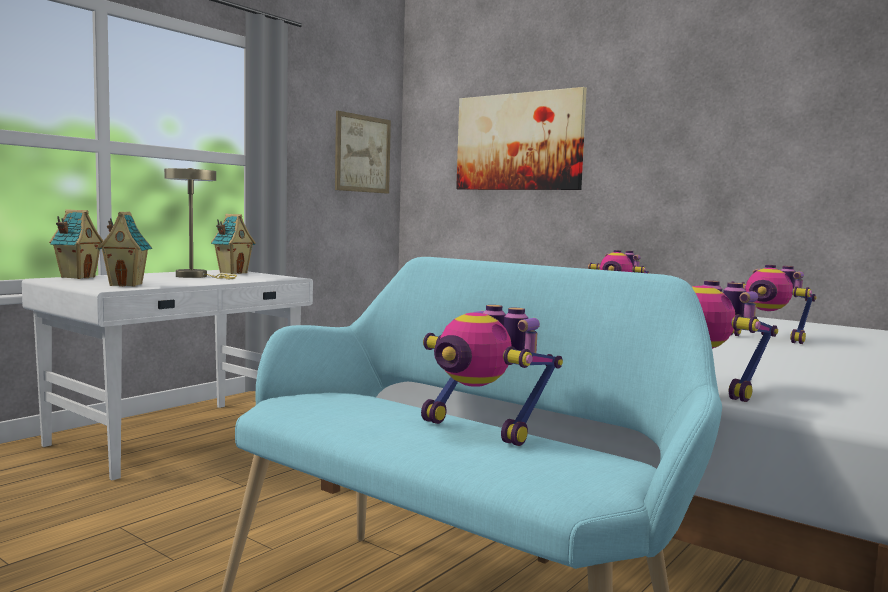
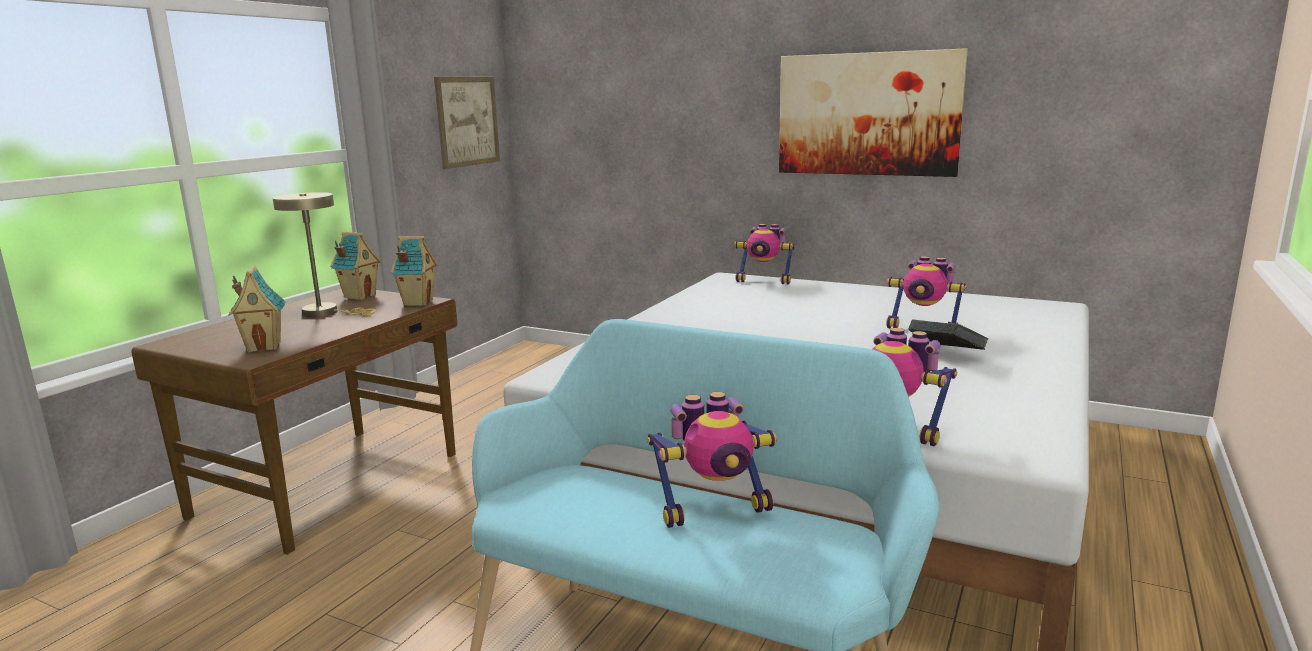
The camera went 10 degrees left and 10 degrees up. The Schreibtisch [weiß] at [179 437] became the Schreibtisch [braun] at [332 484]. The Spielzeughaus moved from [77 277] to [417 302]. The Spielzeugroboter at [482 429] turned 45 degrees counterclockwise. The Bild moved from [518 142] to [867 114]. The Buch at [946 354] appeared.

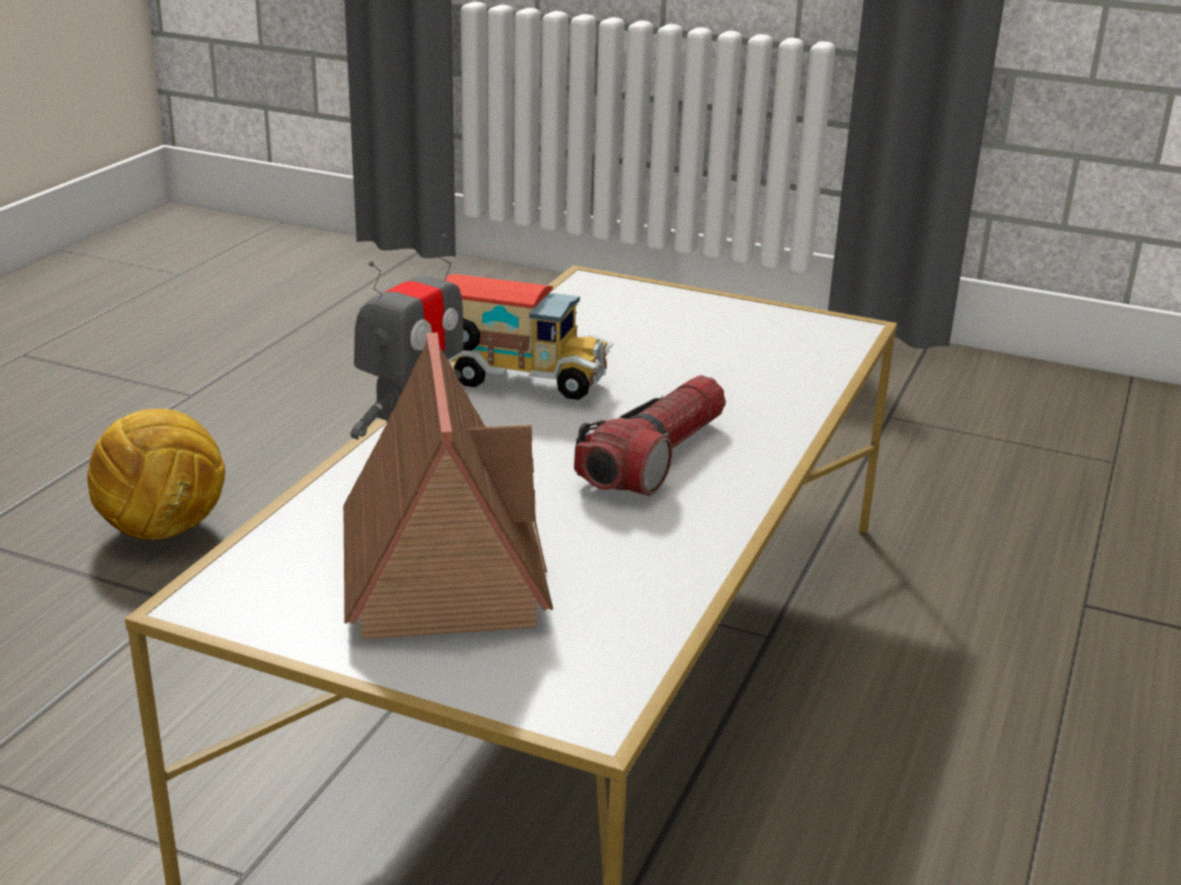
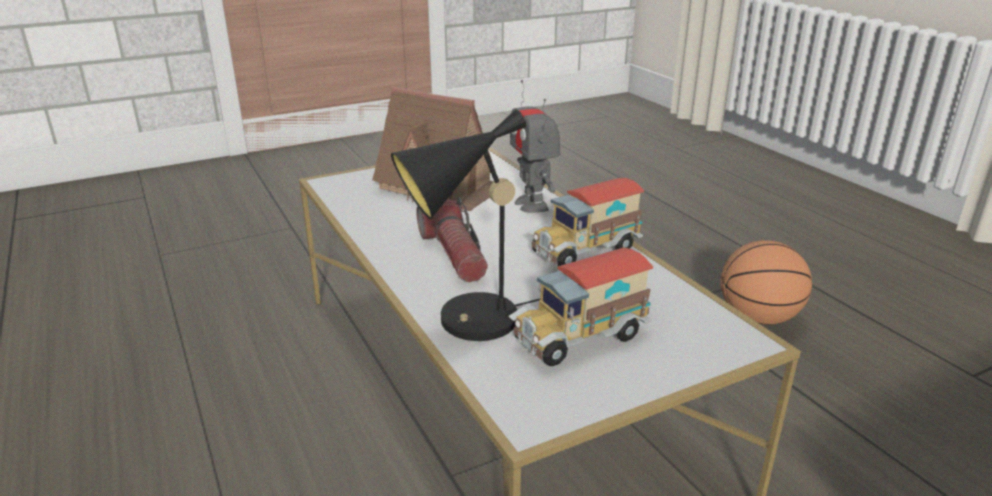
The camera went 130 degrees right and 0 degrees up. The Fußball at [165 529] was replaced by the Basketball at [758 318]. The Tischlampe [schwarz] at [468 323] appeared. The Spielzeuglaster at [579 339] appeared.

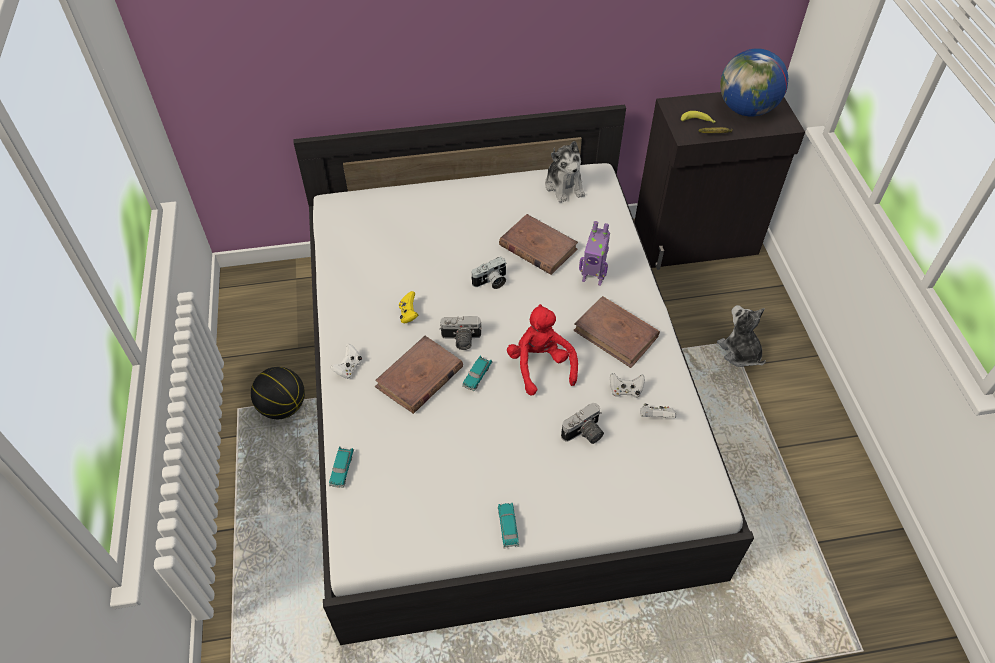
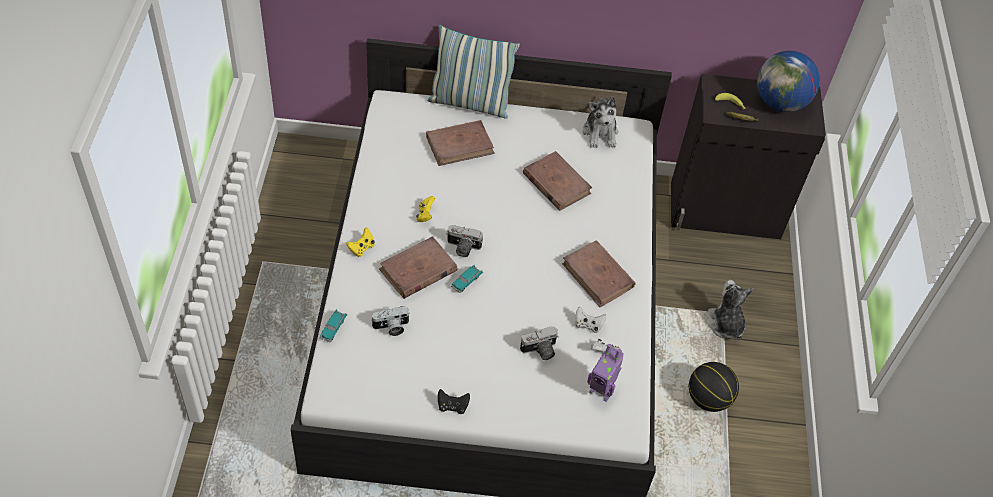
The camera went 10 degrees right and 0 degrees up. The Basketball moved from [283 406] to [708 399]. The Gamepad [weiß] at [348 368] became the Gamepad [gelb] at [361 248]. The Kamera moved from [491 282] to [391 327]. The Spielzeugauto at [508 526] was replaced by the Gamepad [schwarz] at [452 406]. The Plüschtier [rot] at [540 365] disappeared. The Spielzeugroboter moved from [593 278] to [601 391]. The Buch [braun] at [460 145] appeared. The Kissen at [470 103] appeared.

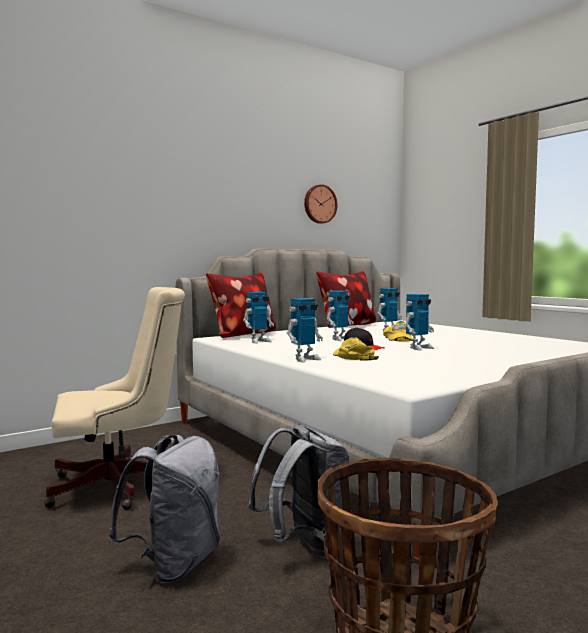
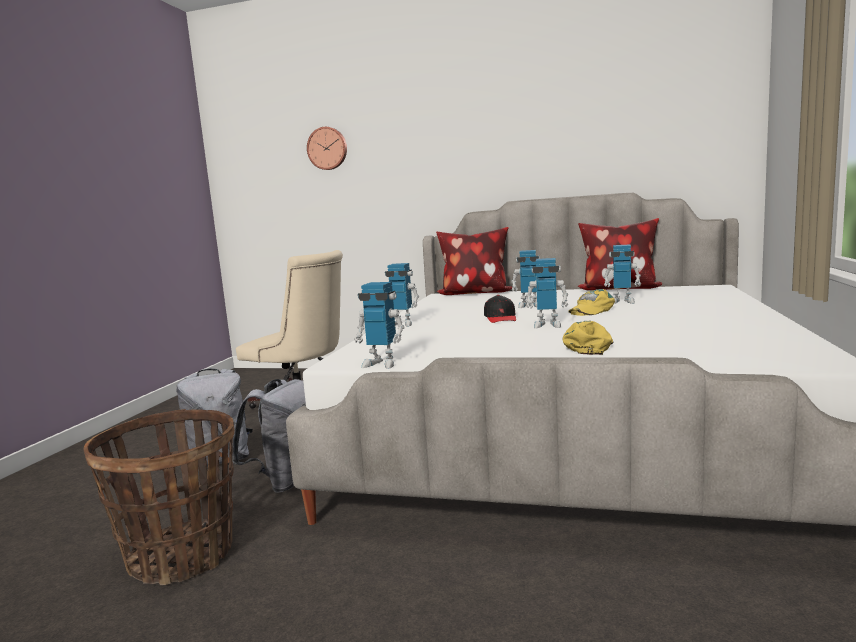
The camera went 50 degrees right and 5 degrees up. The Spielzeugroboter moved from [258 341] to [381 363]. The Wanduhr moved from [319 204] to [327 148]. The Kappe [gelb] moved from [353 356] to [589 346].

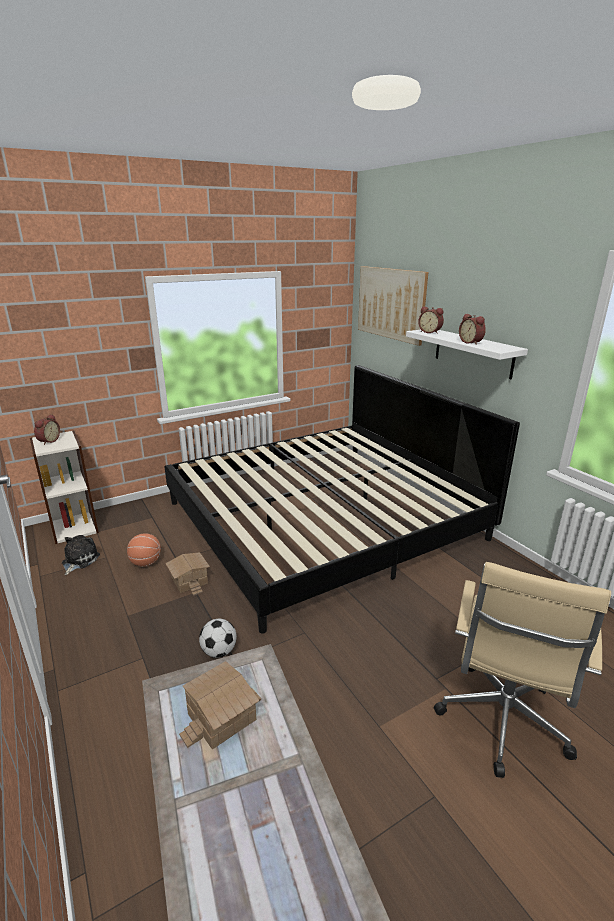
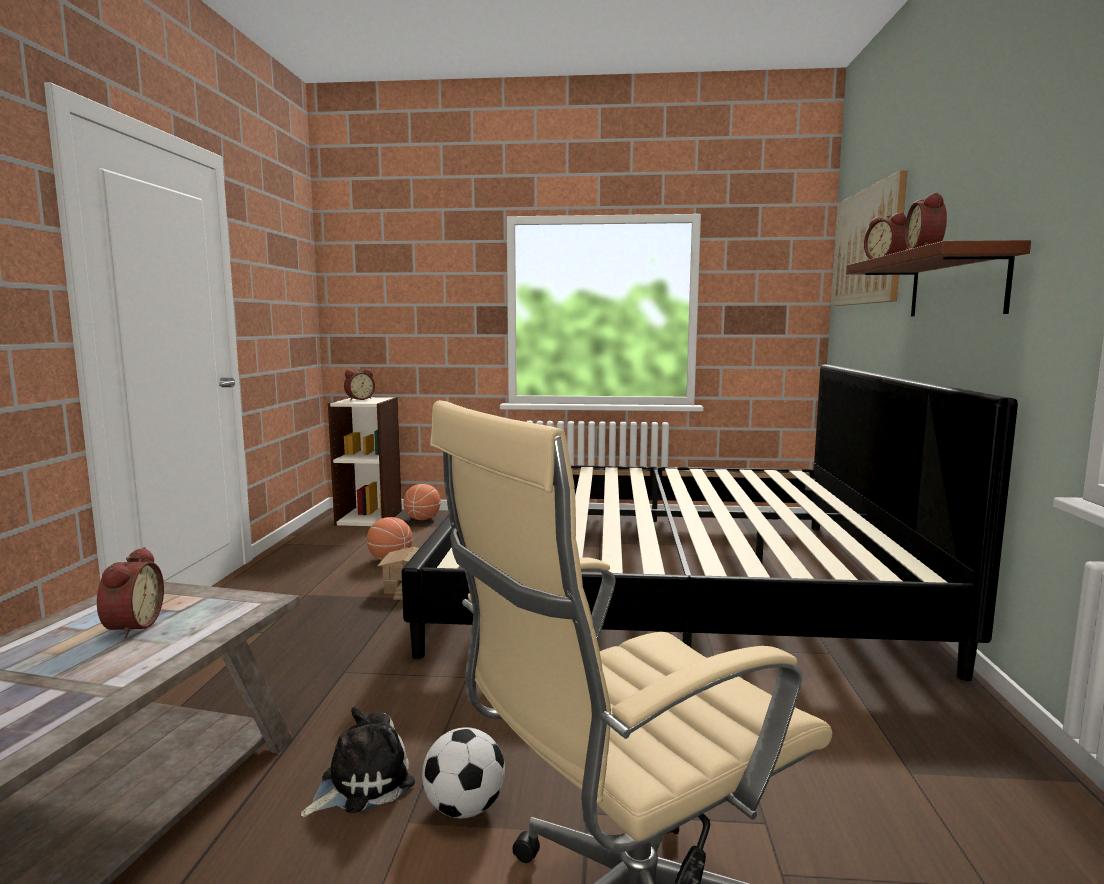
The camera went 35 degrees right and 15 degrees down. The Plüschtier moved from [79 560] to [361 783]. The Spielzeughaus at [221 716] was replaced by the Wecker at [130 626]. The Fußball moved from [219 651] to [464 808]. The Wandregal [weiß] at [473 352] became the Wandregal [braun] at [956 285]. The Basketball at [422 519] appeared.

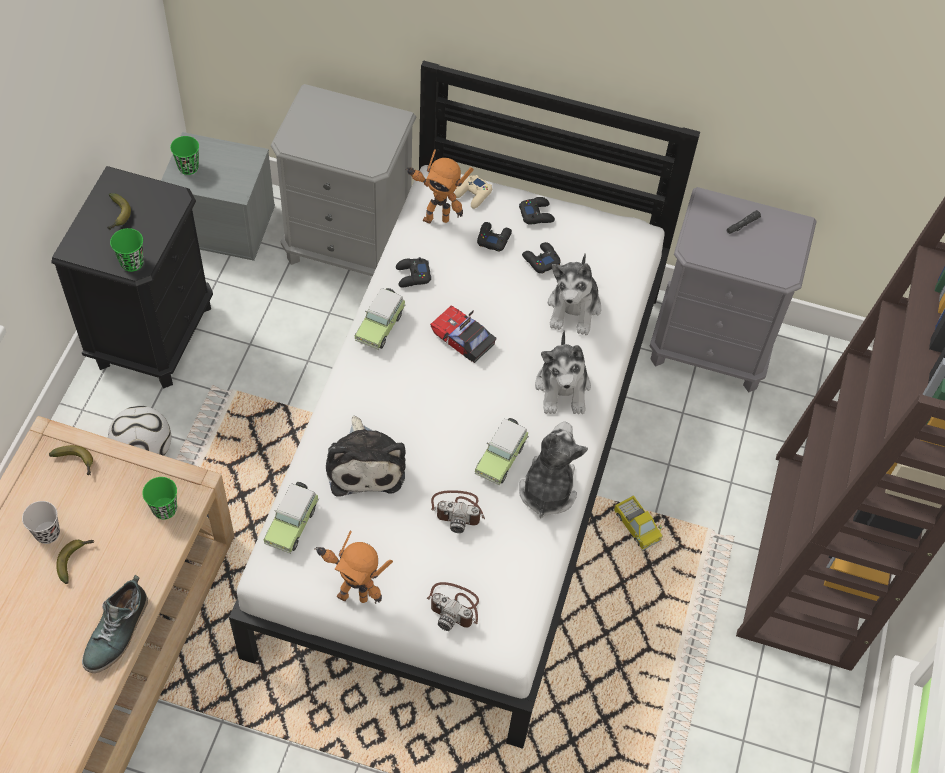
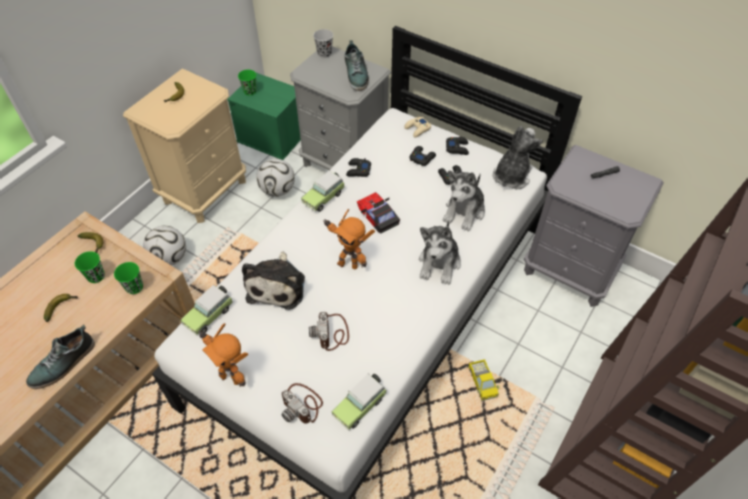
The camera went 20 degrees right and 5 degrees down. The Tasse [schwarz] moved from [47 533] to [324 53]. The Nachttisch [schwarz] at [154 334] became the Nachttisch [beige] at [205 190]. The Tasse [grün] moved from [132 263] to [96 276]. The Aufbewahrungsbox [grau] at [224 223] became the Aufbewahrungsbox [grün] at [273 136]. The Spielzeugroboter moved from [436 217] to [348 263]. The Kamera at [458 510] turned 60 degrees clockwise. The Spielzeugauto moved from [501 457] to [361 405]. The Plüschtier moved from [547 489] to [511 176]. The Fußball at [278 190] appeared. The Schuh at [356 74] appeared.

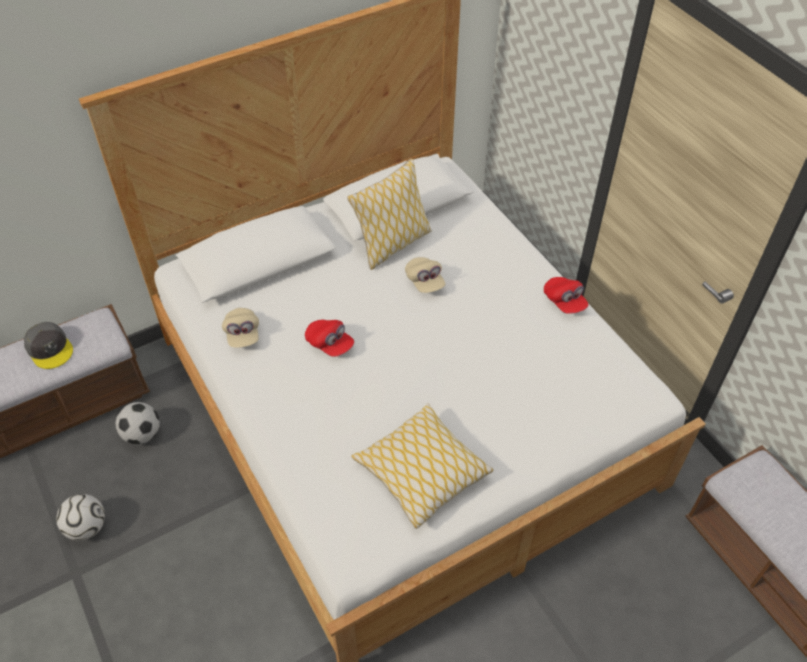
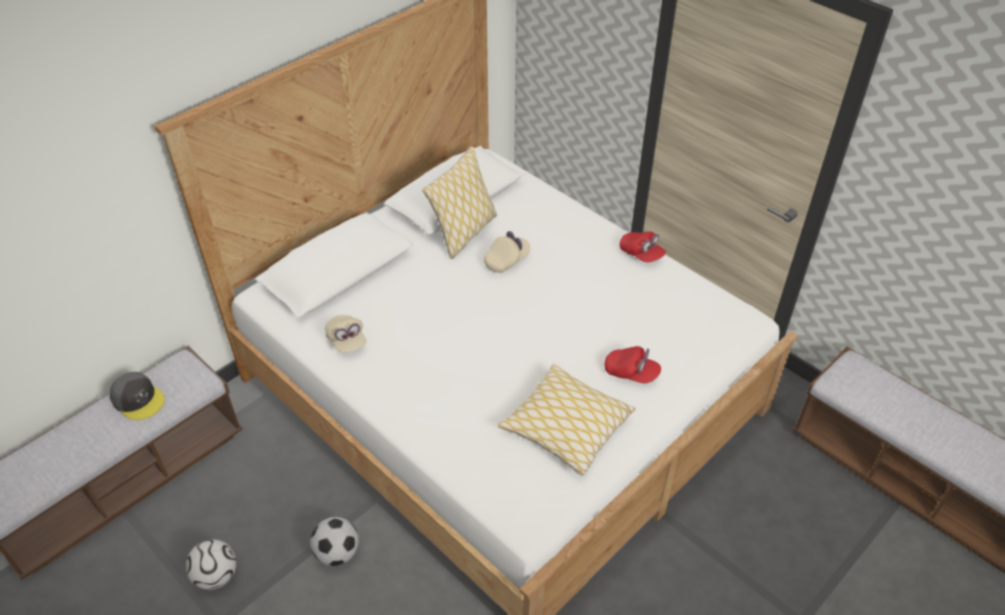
The camera went 15 degrees left and 5 degrees down. The Fußball moved from [142 434] to [337 553]. The Kappe [rot] moved from [330 344] to [631 373]. The Kappe [beige] at [425 282] turned 90 degrees counterclockwise.

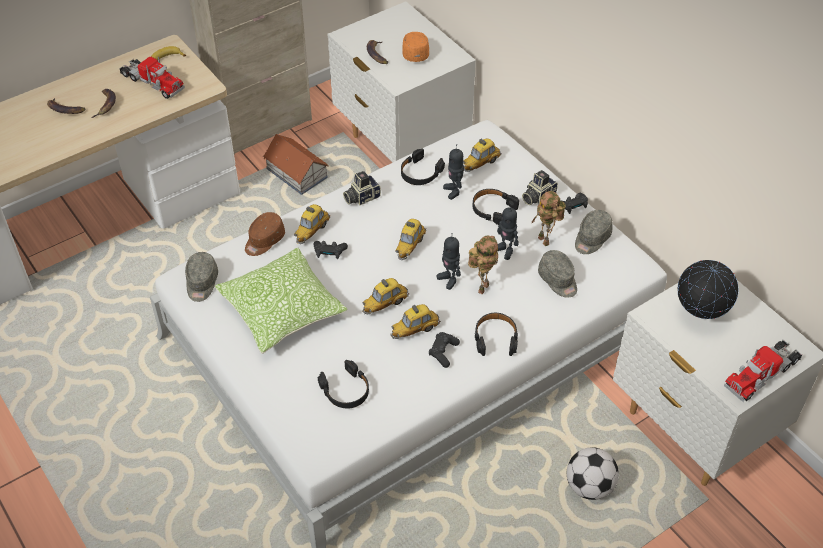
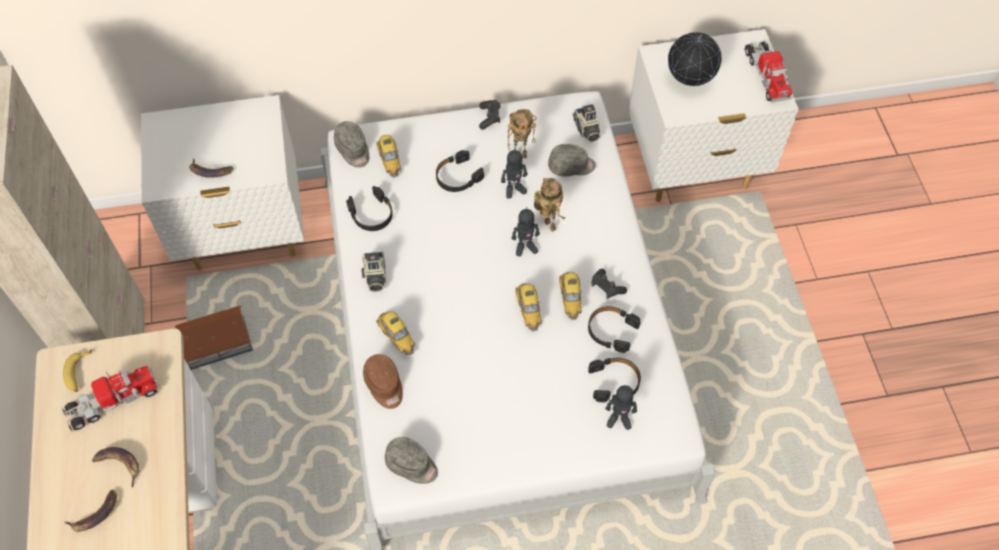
The camera went 65 degrees left and 10 degrees up. The Kissen at [282 310] disappeared. The Gamepad [schwarz] at [329 253] disappeared. The Spielzeugauto at [410 246] disappeared. The Kappe [orange] at [415 52] disappeared. The Spielzeugroboter moved from [454 191] to [619 419]. The Kopfhörer [schwarz] moved from [495 338] to [611 331]. The Kamera moved from [537 196] to [586 130]. The Fußball at [589 486] disappeared. The Kappe [grau] moved from [591 239] to [353 150].

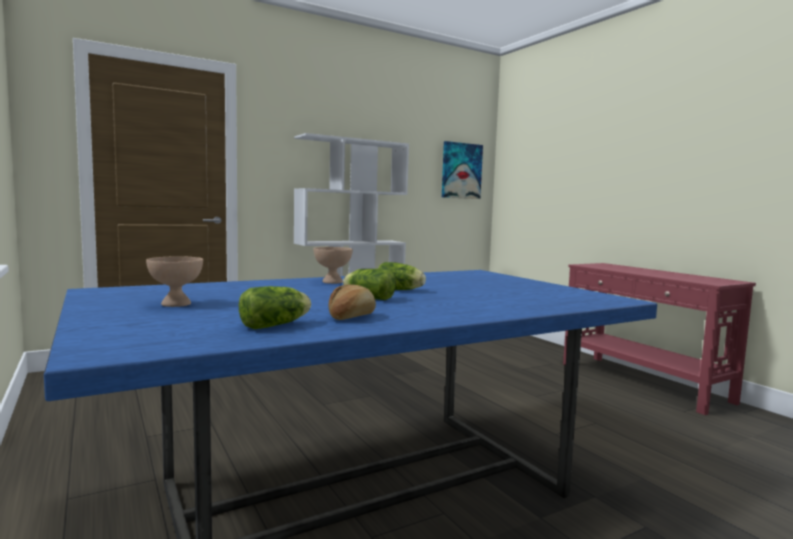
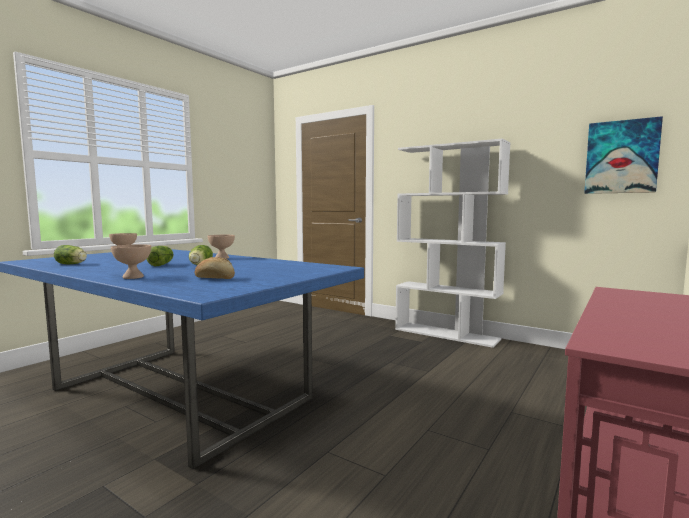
The camera went 65 degrees right and 0 degrees up. The Brot moved from [351 317] to [215 278]. The Schüssel [beige] at [132 277] appeared.

